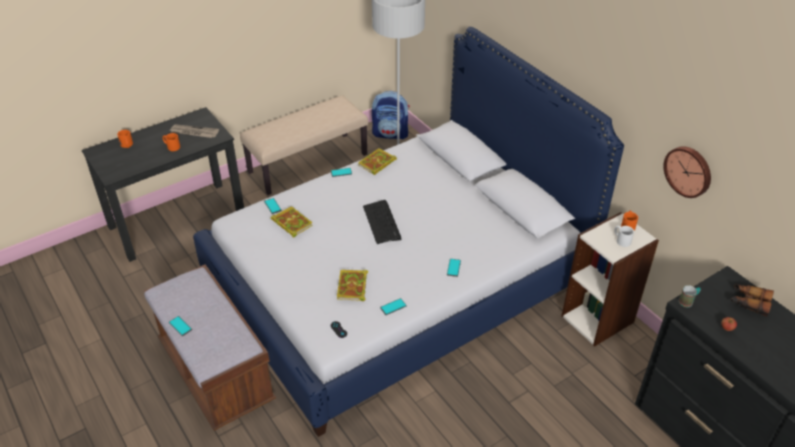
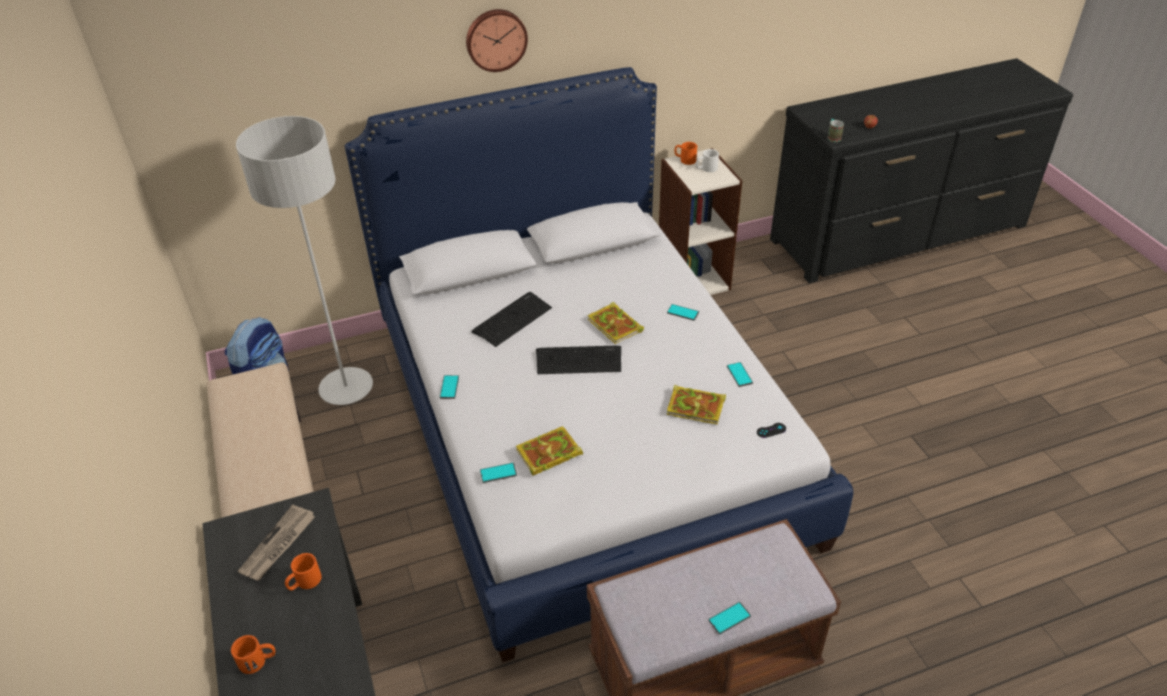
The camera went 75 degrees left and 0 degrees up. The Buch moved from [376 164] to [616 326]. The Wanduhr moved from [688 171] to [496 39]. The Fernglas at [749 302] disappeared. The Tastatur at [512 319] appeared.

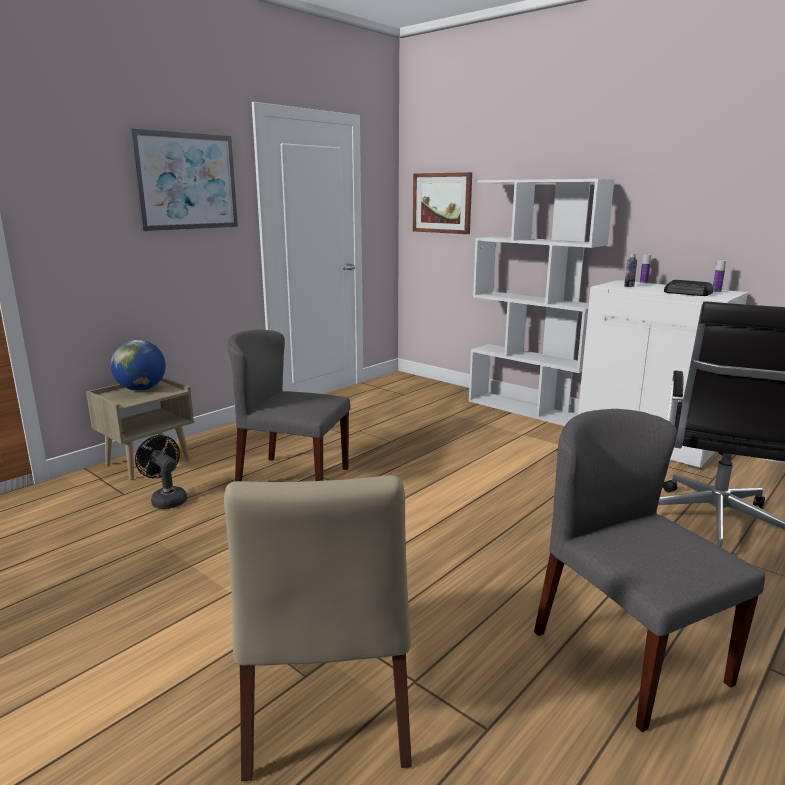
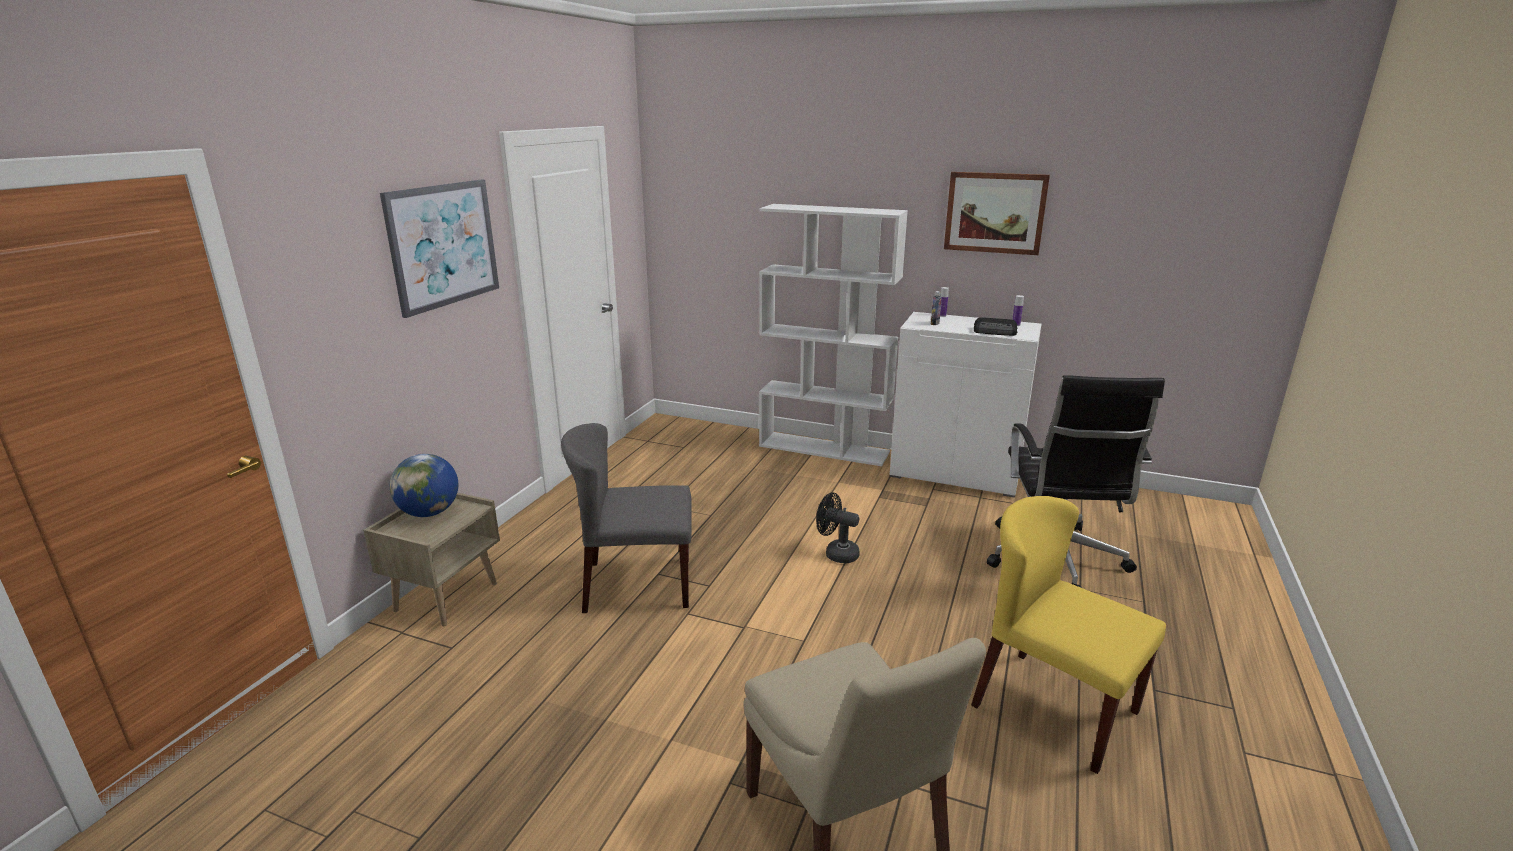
The camera went 20 degrees left and 5 degrees up. The Ventilator [schwarz] moved from [166 499] to [836 553]. The Bild moved from [442 203] to [995 213]. The Stuhl [grau] at [627 656] became the Stuhl [gelb] at [1053 708].

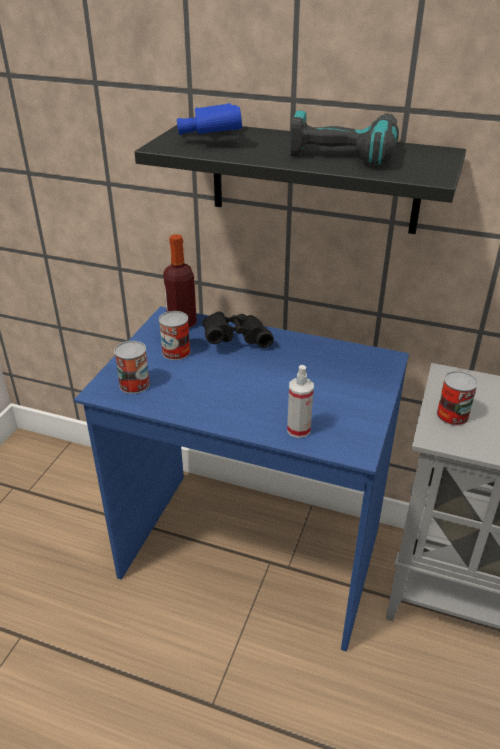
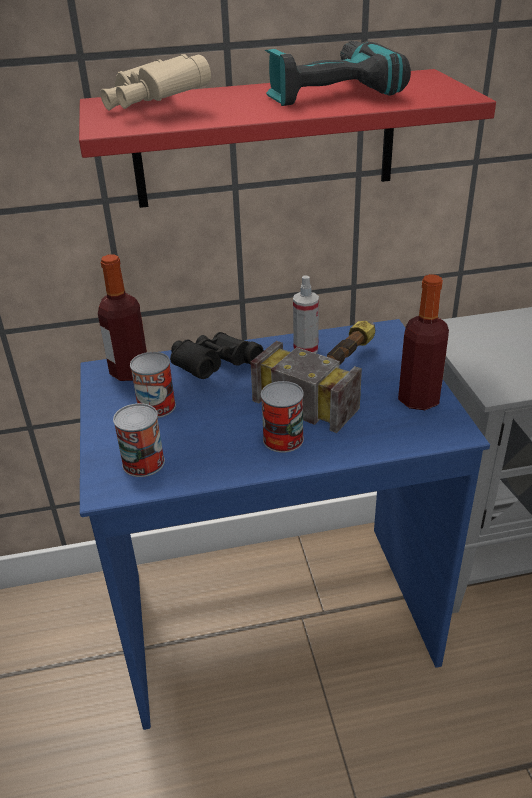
The camera went 30 degrees left and 0 degrees up. The Wandregal [schwarz] at [313 177] became the Wandregal [rot] at [265 140]. The Fernglas [blau] at [211 138] became the Fernglas [beige] at [154 108]. The Sprühflasche moved from [298 430] to [306 349]. The Dose moved from [452 415] to [283 439]. The Hammer at [334 377] appeared. The Flasche at [418 399] appeared.

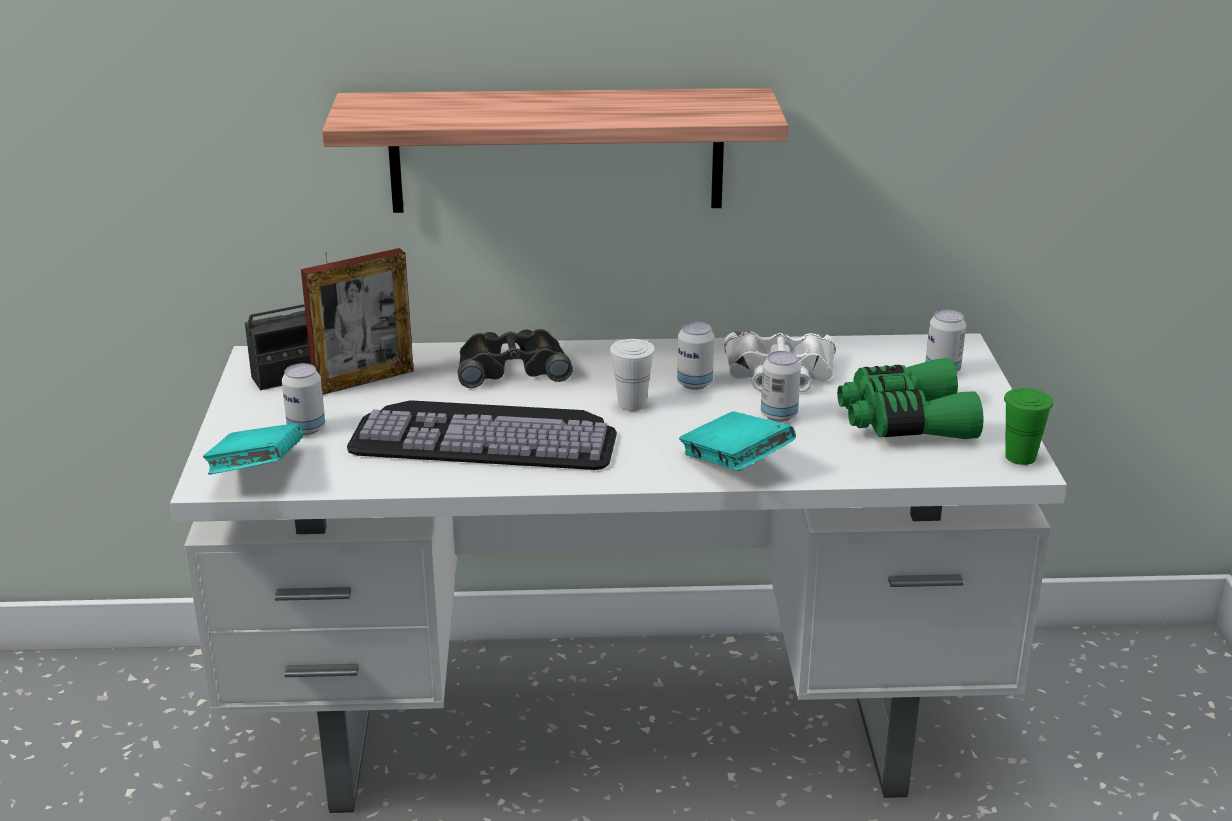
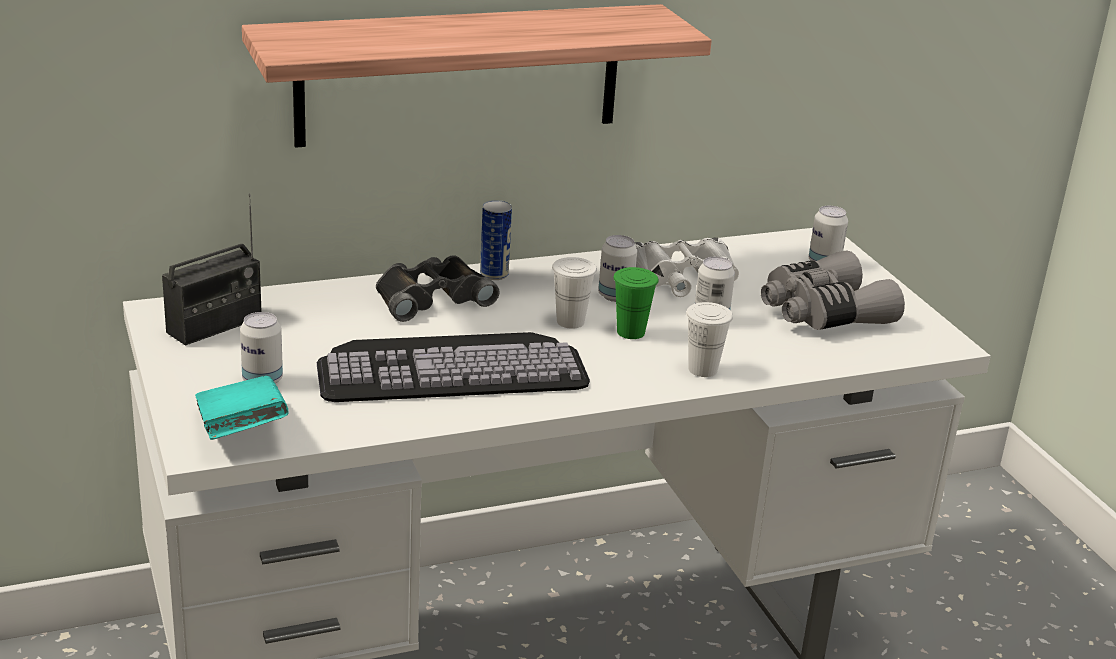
The camera went 20 degrees left and 0 degrees up. The Bilderrahmen at [364 380] disappeared. The Buch [türkis] at [735 464] was replaced by the Tasse [weiß] at [702 369]. The Fernglas [grün] at [904 421] became the Fernglas [grau] at [822 313]. The Tasse [grün] moved from [1020 457] to [630 332]. The Dose at [494 274] appeared.

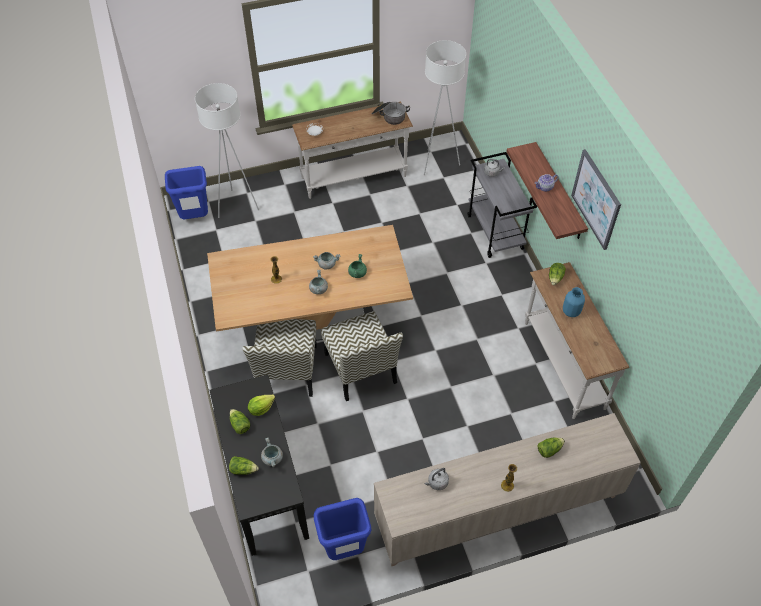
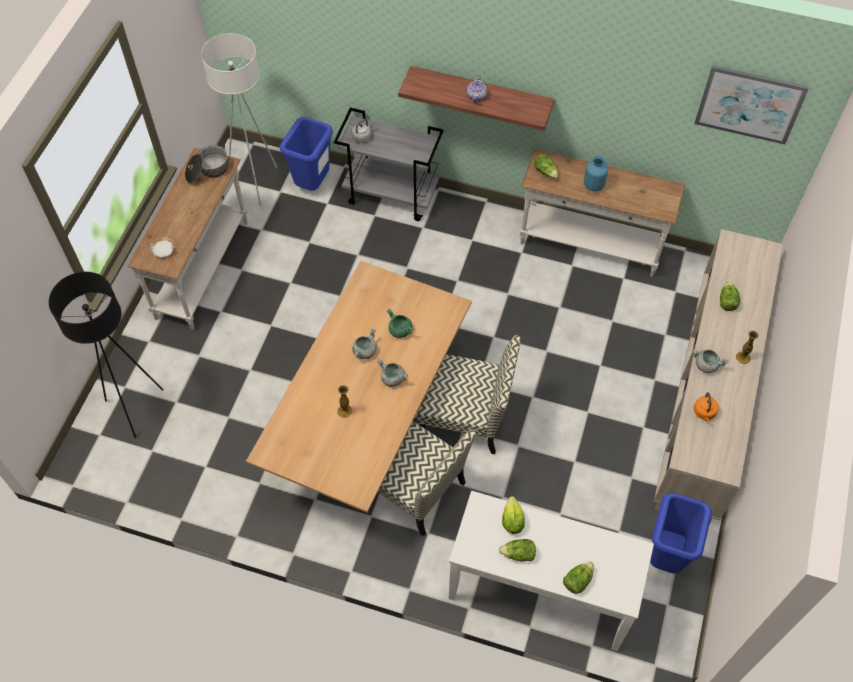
The camera went 55 degrees left and 5 degrees up. The Mülleimer [blau] moved from [194 218] to [312 185]. The Stehlampe [weiß] at [237 206] became the Stehlampe [schwarz] at [135 408]. The Konsolentisch [schwarz] at [264 484] became the Konsolentisch [weiß] at [540 591]. The Kochtopf [grau] moved from [273 458] to [706 365]. The Wasserkessel [grau] at [437 483] became the Wasserkessel [orange] at [704 413]. The Bild moved from [596 199] to [749 104].

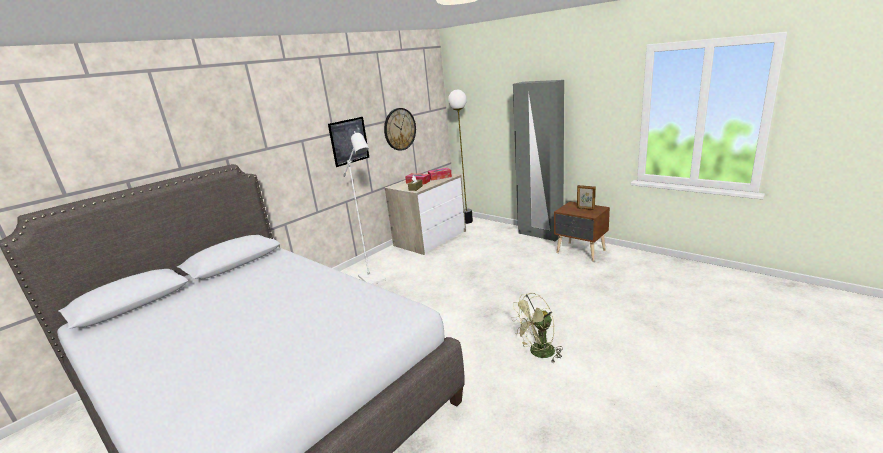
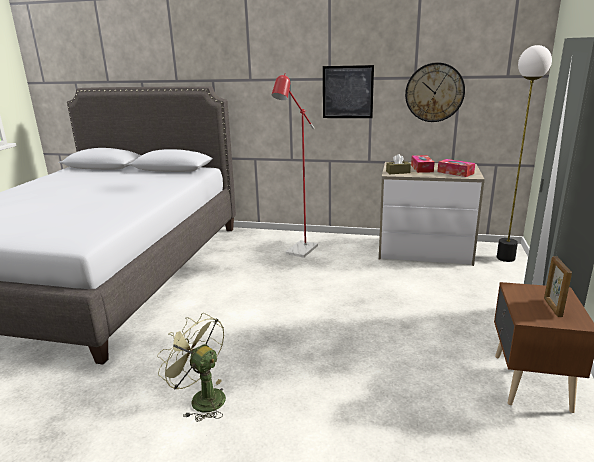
The camera went 60 degrees right and 0 degrees up. The Stehlampe [weiß] at [374 280] became the Stehlampe [rot] at [299 252].

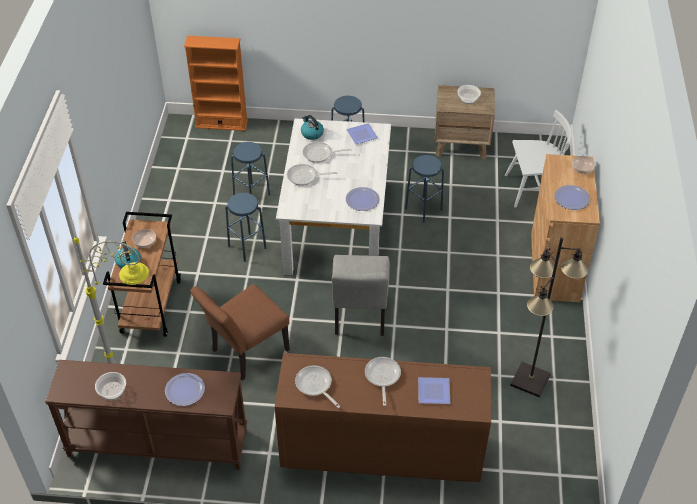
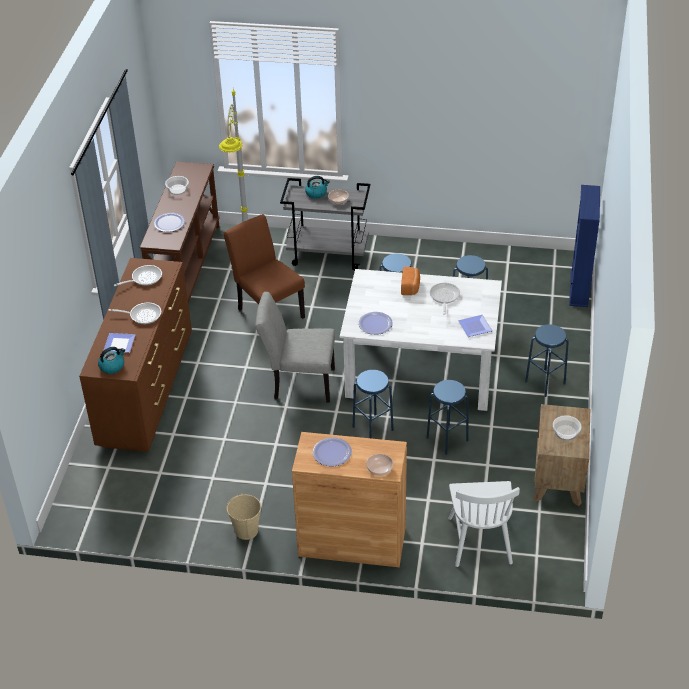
The camera went 95 degrees right and 5 degrees down. The Rollwagen [braun] at [151 306] became the Rollwagen [grau] at [328 255]. The Bücherregal [orange] at [221 124] became the Bücherregal [blau] at [579 289]. The Pfanne at [305 177] was replaced by the Brot at [410 287]. The Wasserkessel moved from [311 133] to [112 366]. The Stehlampe [schwarz] at [530 380] disappeared. The Eimer [beige] at [246 530] appeared. The Hocker [blau] at [372 428] appeared.

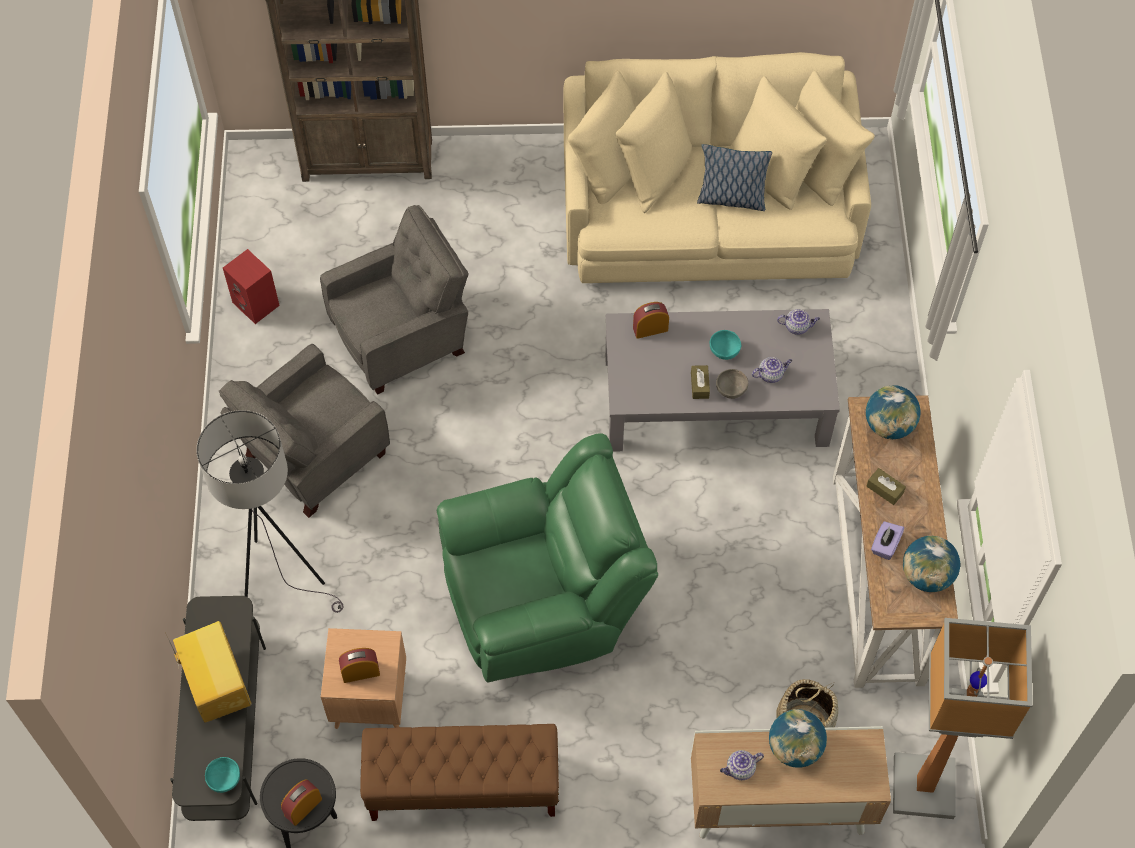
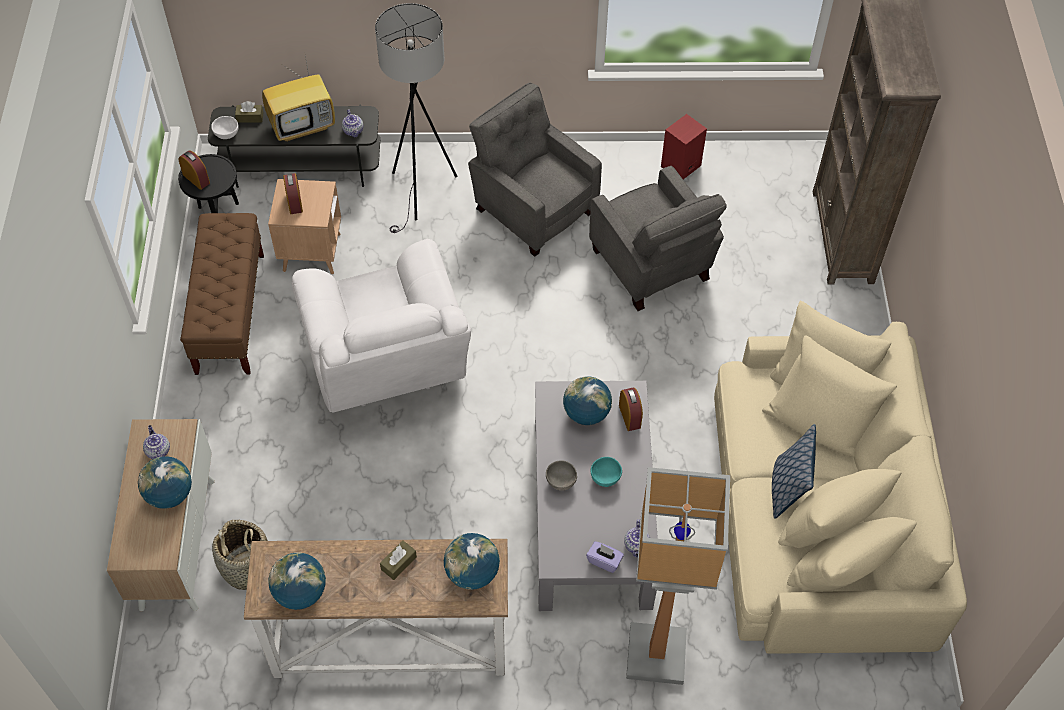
The camera went 90 degrees right and 5 degrees down. The Schüssel [türkis] at [225 779] became the Schüssel [weiß] at [227 135]. The Sessel [grün] at [543 600] became the Sessel [weiß] at [388 369]. The Taschentuchbox [braun] moved from [699 385] to [250 117]. The Teekanne moved from [771 374] to [353 131]. The Taschentuchbox [lila] moved from [885 545] to [604 561]. The Stehlampe moved from [924 788] to [654 656]. The Globus at [586 413] appeared.

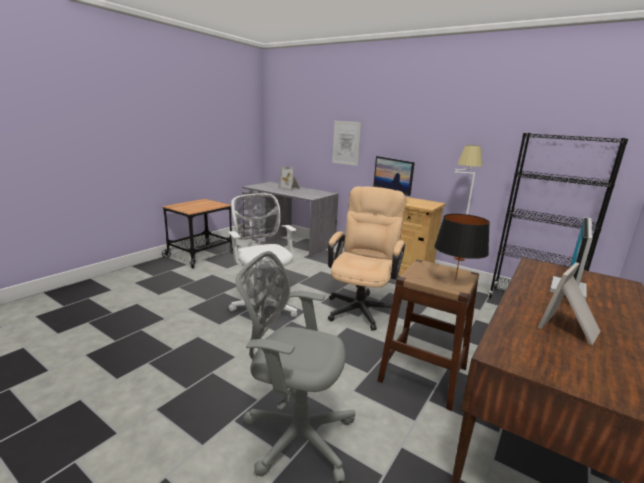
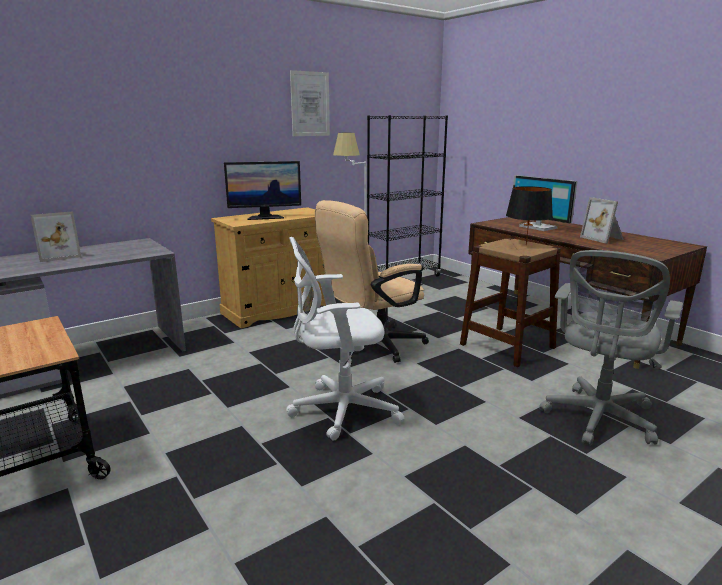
The camera went 70 degrees left and 0 degrees up. The Bürostuhl [beige] at [361 307] turned 75 degrees counterclockwise. The Bild moved from [346 143] to [310 104].

